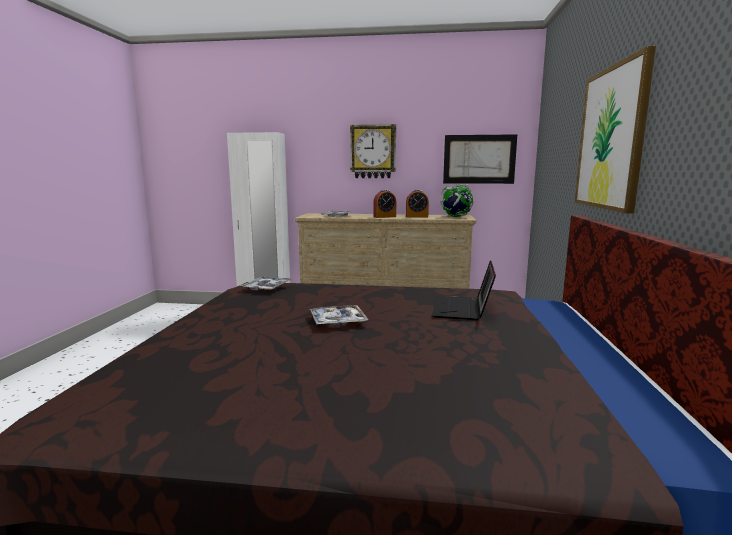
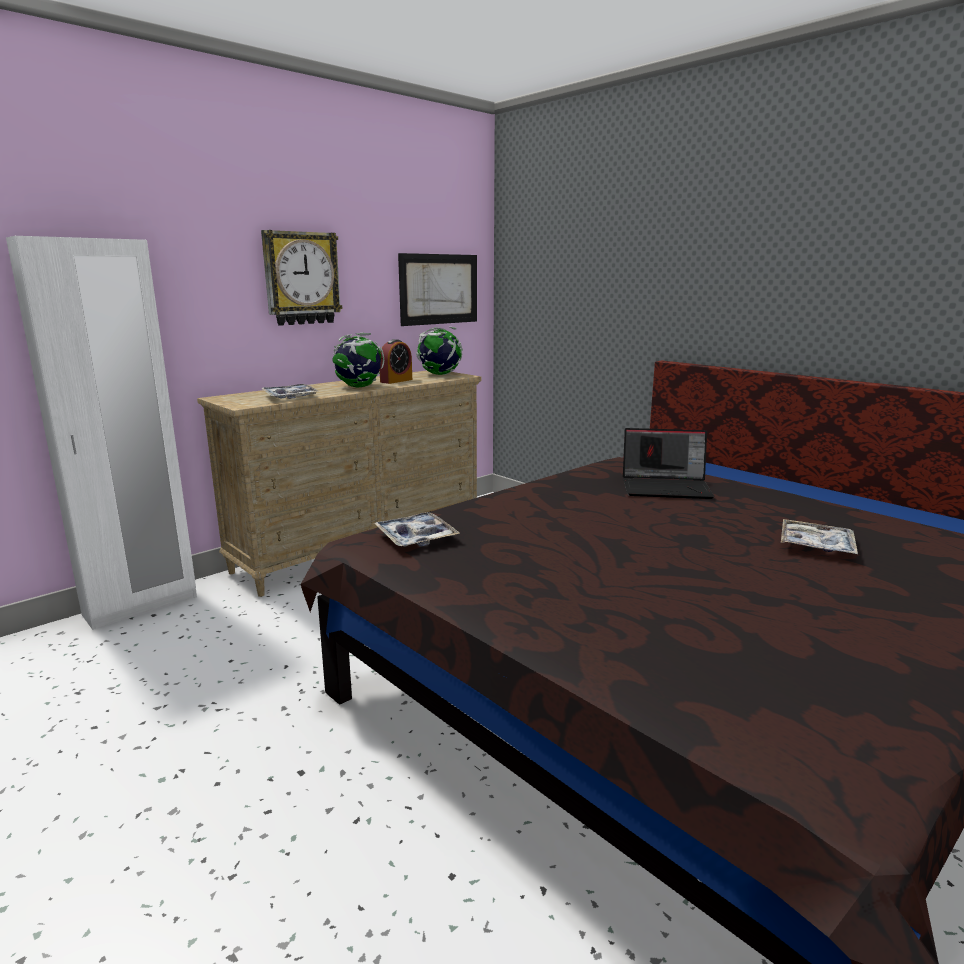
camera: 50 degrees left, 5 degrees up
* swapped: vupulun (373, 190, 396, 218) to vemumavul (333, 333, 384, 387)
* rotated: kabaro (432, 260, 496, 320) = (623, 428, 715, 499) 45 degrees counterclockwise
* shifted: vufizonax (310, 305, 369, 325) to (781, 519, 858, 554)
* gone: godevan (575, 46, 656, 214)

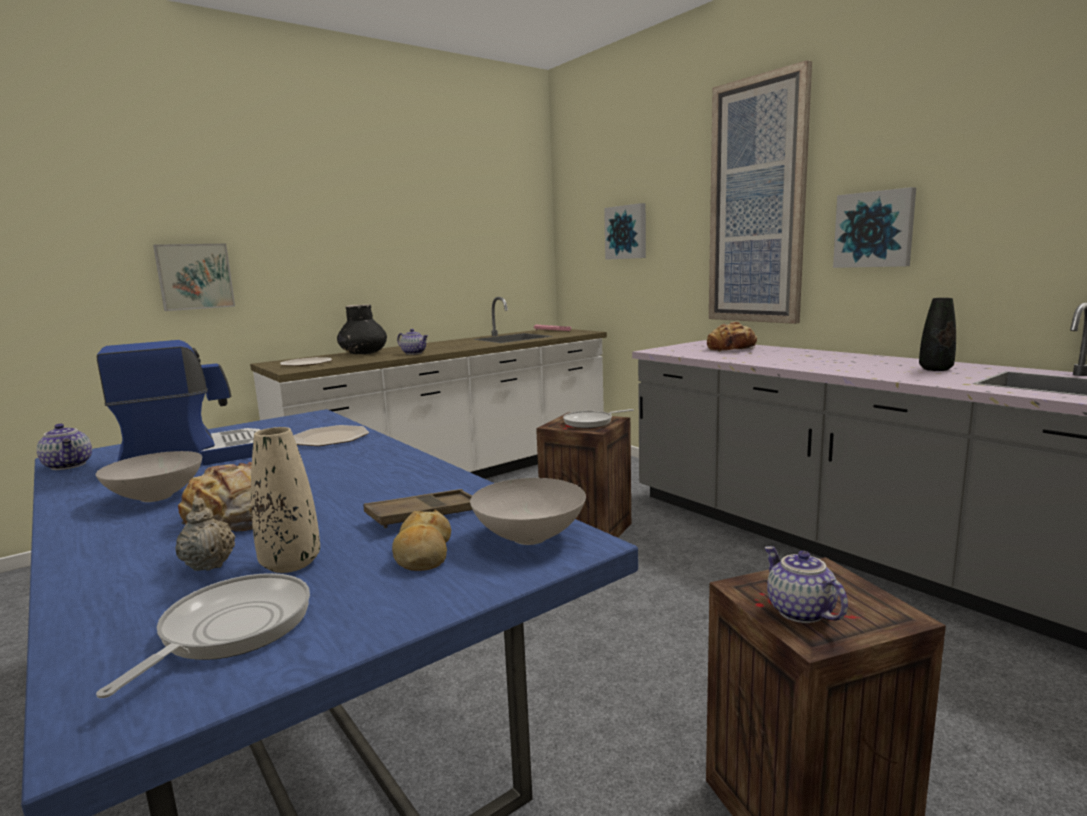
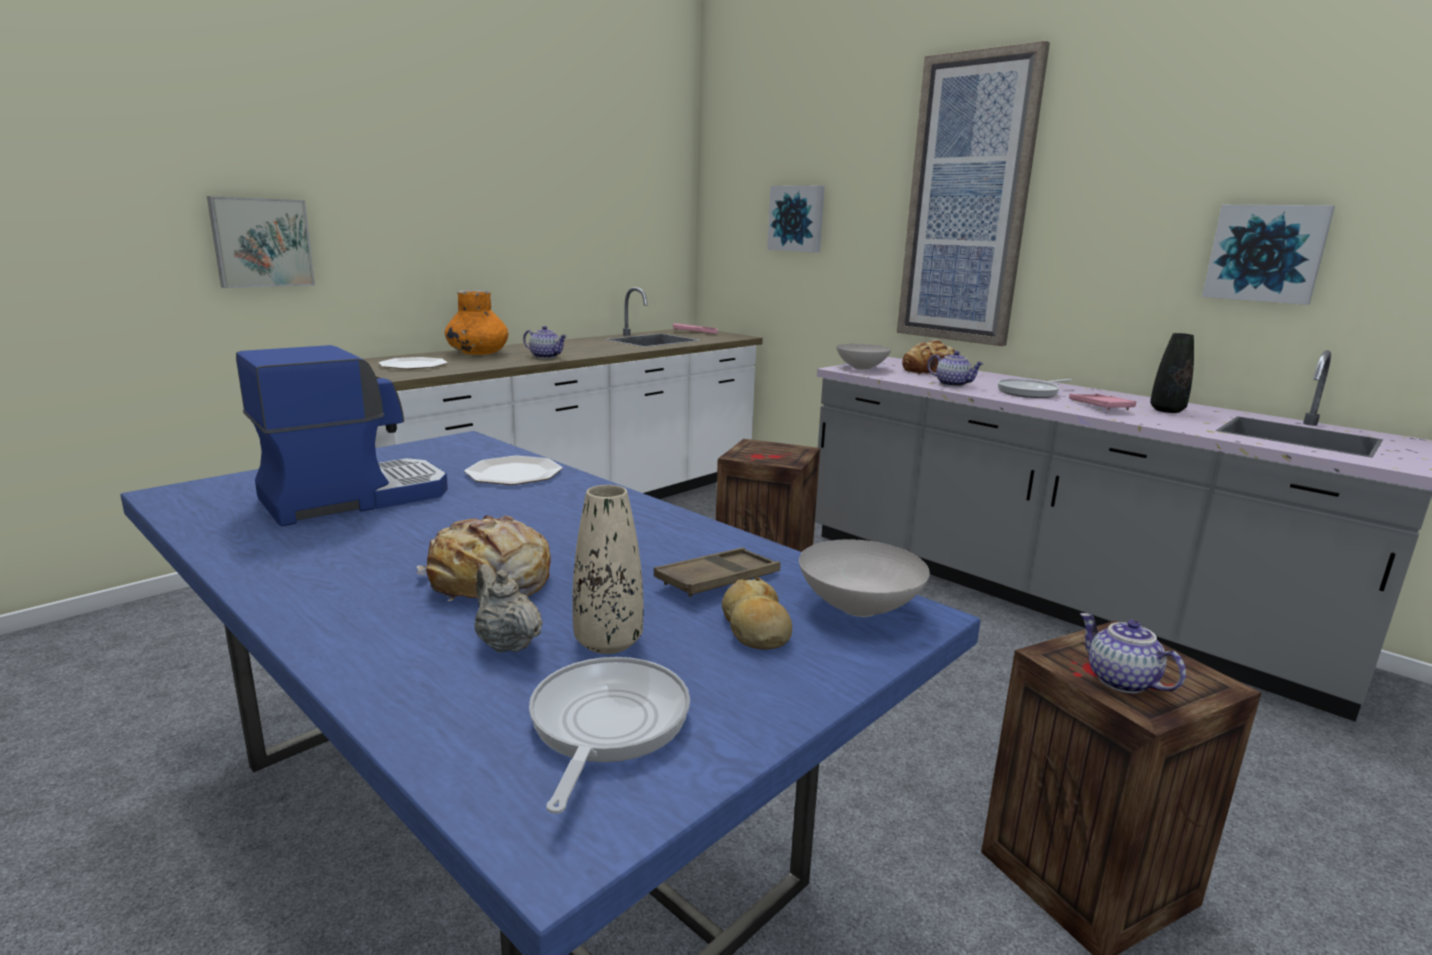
camera: 10 degrees left, 5 degrees up
* repainted: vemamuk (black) (337, 304, 387, 354) to vemamuk (orange) (444, 290, 508, 355)
* shifted: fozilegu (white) (96, 451, 202, 502) to (836, 344, 891, 370)
* shifted: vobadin (37, 424, 92, 470) to (927, 351, 984, 387)
* shifted: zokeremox (563, 409, 634, 428) to (997, 379, 1072, 398)
* new: vufizonax (pink) (1069, 393, 1136, 410)
* shifted: godevan (833, 187, 916, 268) to (1202, 205, 1335, 305)

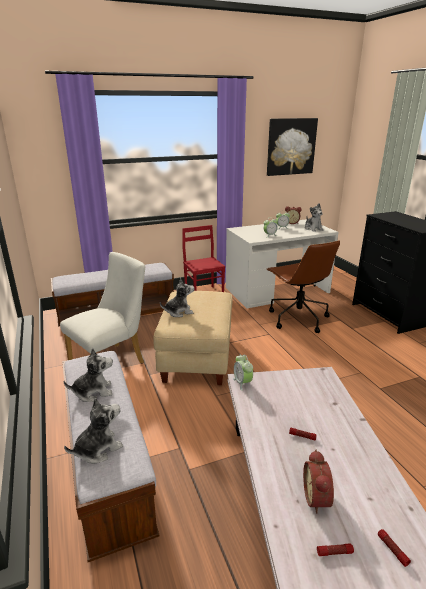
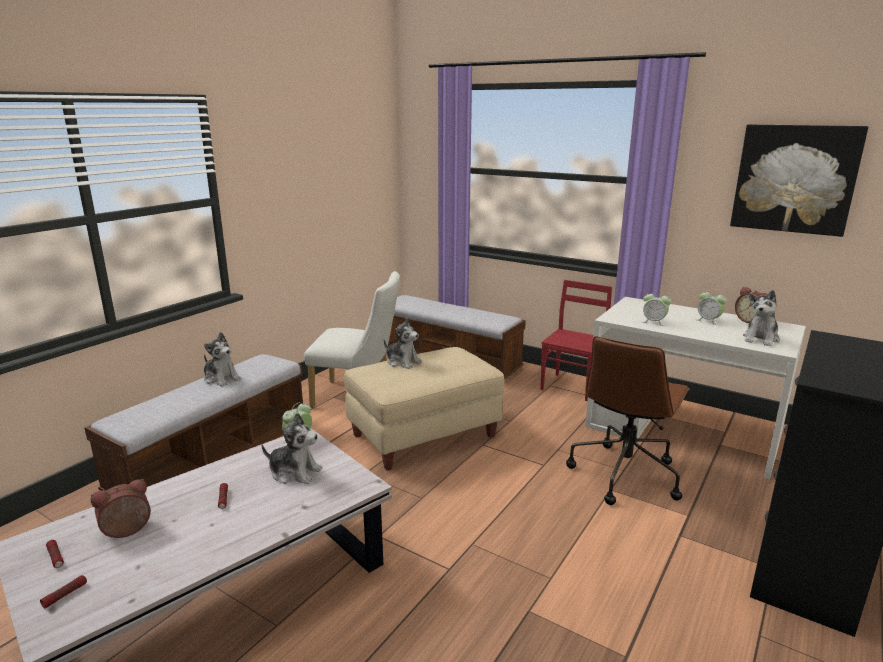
camera: 55 degrees right, 5 degrees down
* shifted: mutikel (64, 397, 123, 464) to (262, 412, 322, 484)

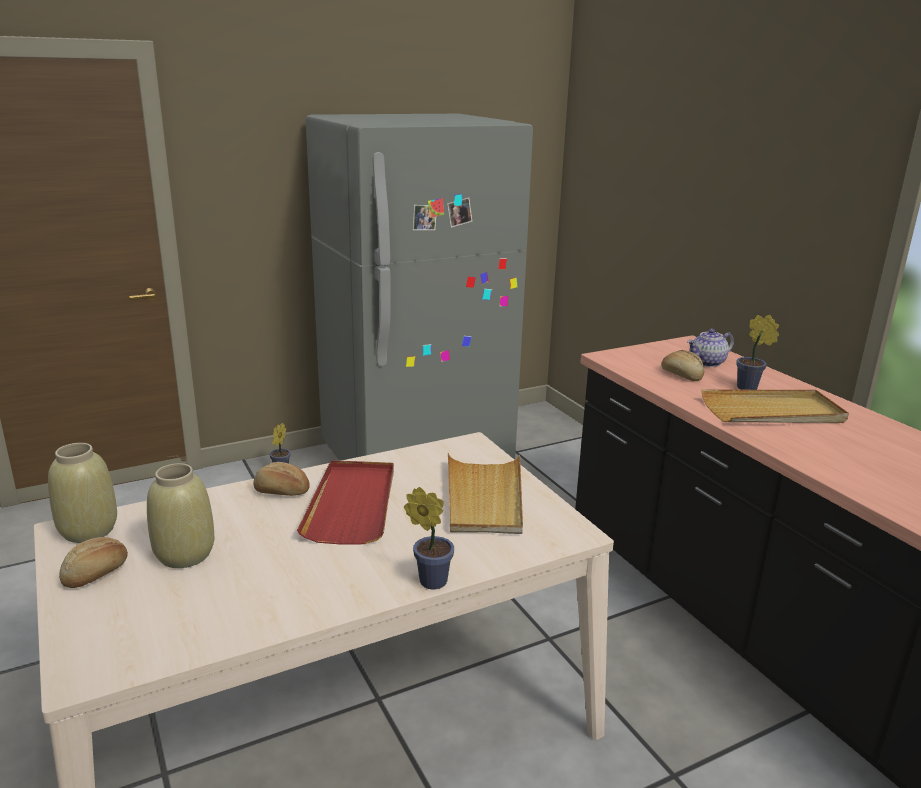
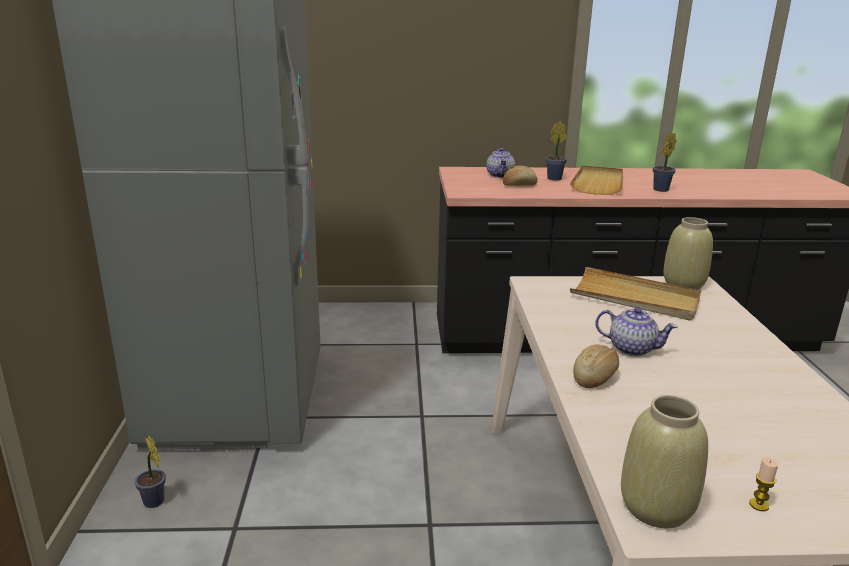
camera: 65 degrees left, 0 degrees up
* swapped: vufizonax (red) (297, 461, 394, 545) to vobadin (595, 307, 678, 356)
* shifted: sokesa (404, 487, 454, 589) to (653, 132, 677, 192)
* shifted: vemamuk (beige) (147, 463, 214, 568) to (663, 217, 713, 290)
* swapped: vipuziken (59, 537, 128, 588) to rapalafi (749, 457, 778, 511)

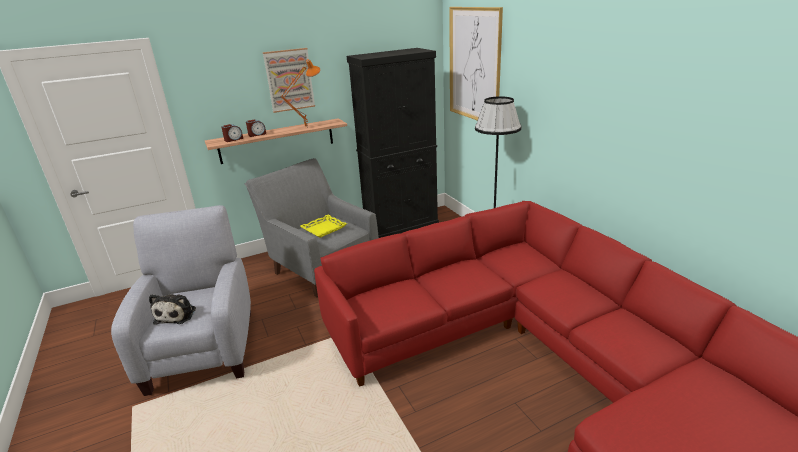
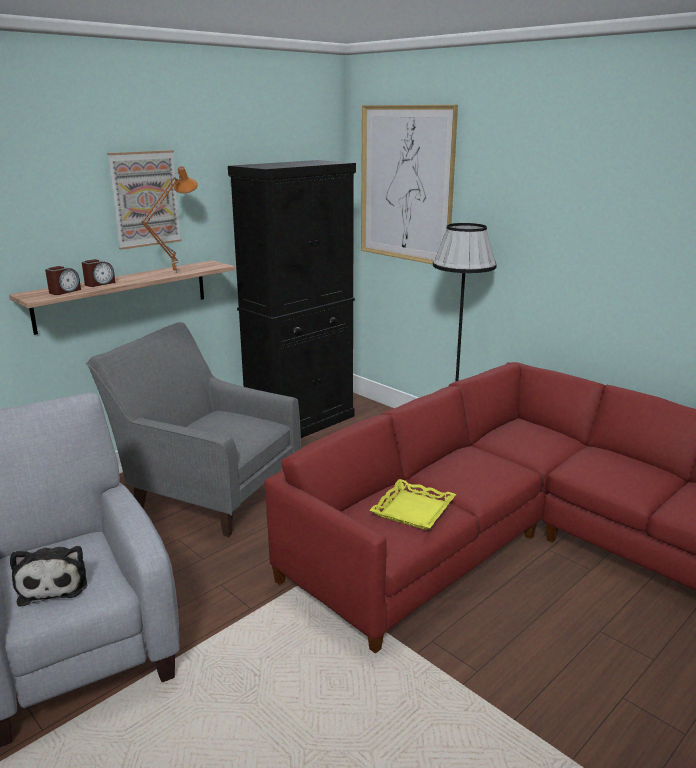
camera: 20 degrees left, 5 degrees down
* shifted: vufizonax (yellow) (300, 215, 347, 238) to (369, 479, 456, 530)

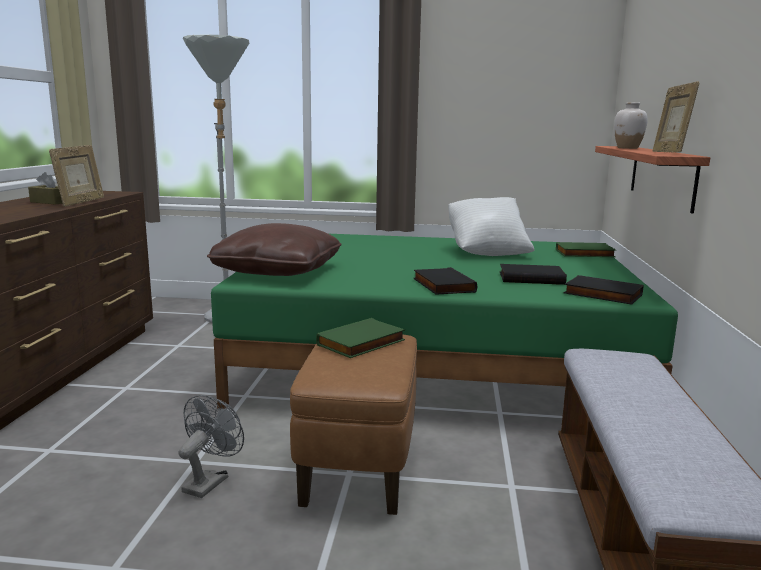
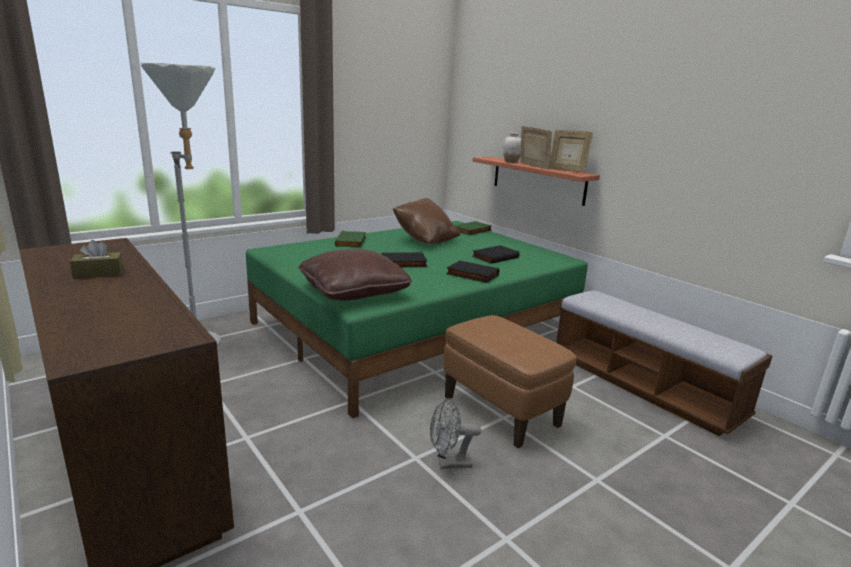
camera: 45 degrees left, 5 degrees up
* shifted: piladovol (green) (316, 318, 405, 358) to (335, 231, 366, 248)
* shifted: piladovol (black) (564, 275, 644, 305) to (381, 252, 427, 267)
* repainted: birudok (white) (448, 197, 534, 256) to birudok (brown) (393, 198, 460, 245)
* rotated: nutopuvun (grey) (178, 395, 244, 498) = (430, 398, 481, 469) 75 degrees counterclockwise
* shifted: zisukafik (49, 145, 104, 207) to (521, 126, 552, 170)

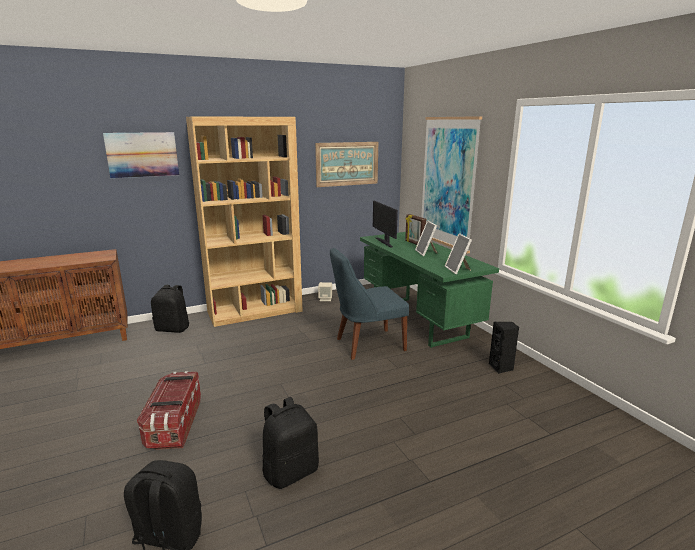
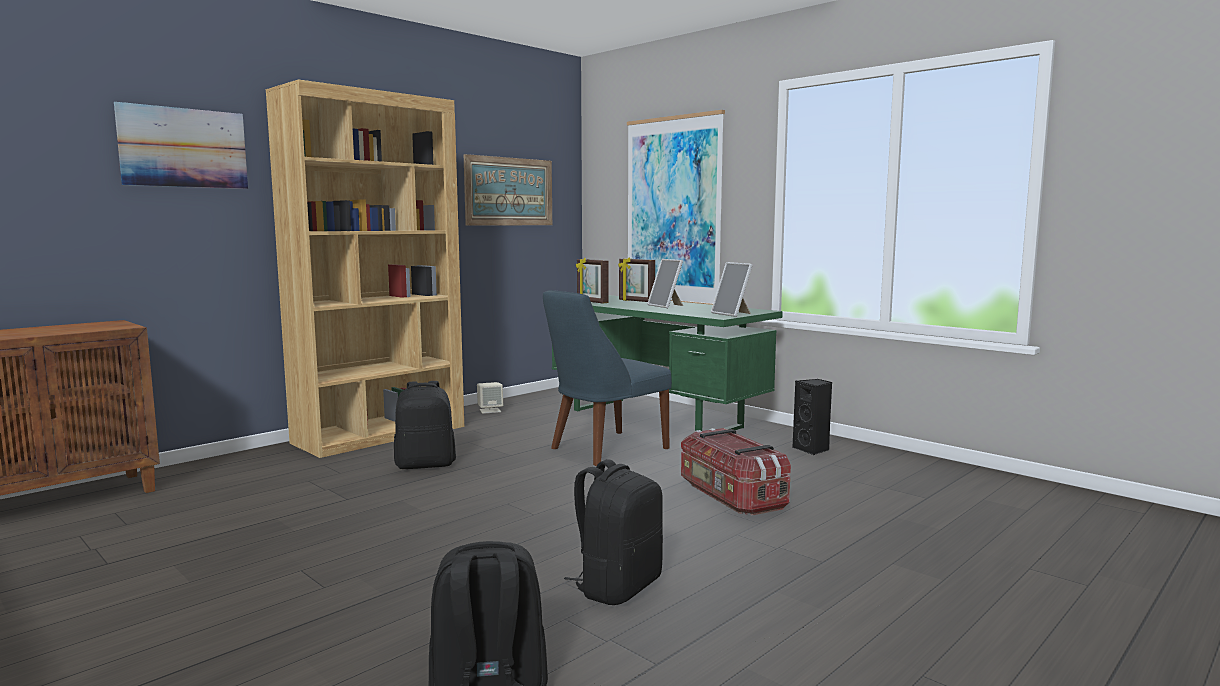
camera: 20 degrees left, 10 degrees down
* shifted: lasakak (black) (151, 285, 190, 333) to (394, 381, 456, 469)
* swapped: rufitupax (373, 201, 398, 247) to zisukafik (576, 258, 609, 303)
* shifted: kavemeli (137, 371, 201, 450) to (681, 428, 791, 515)

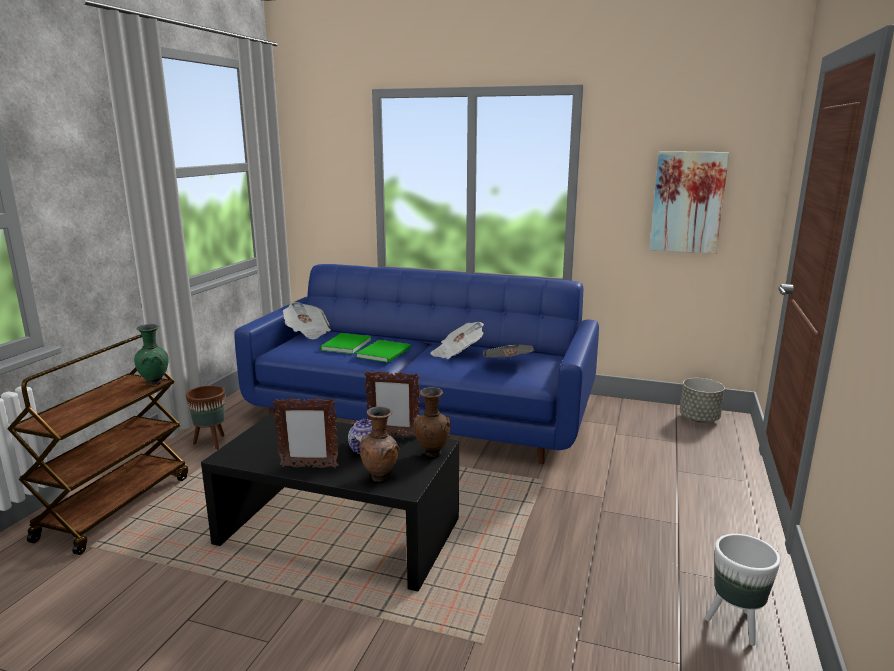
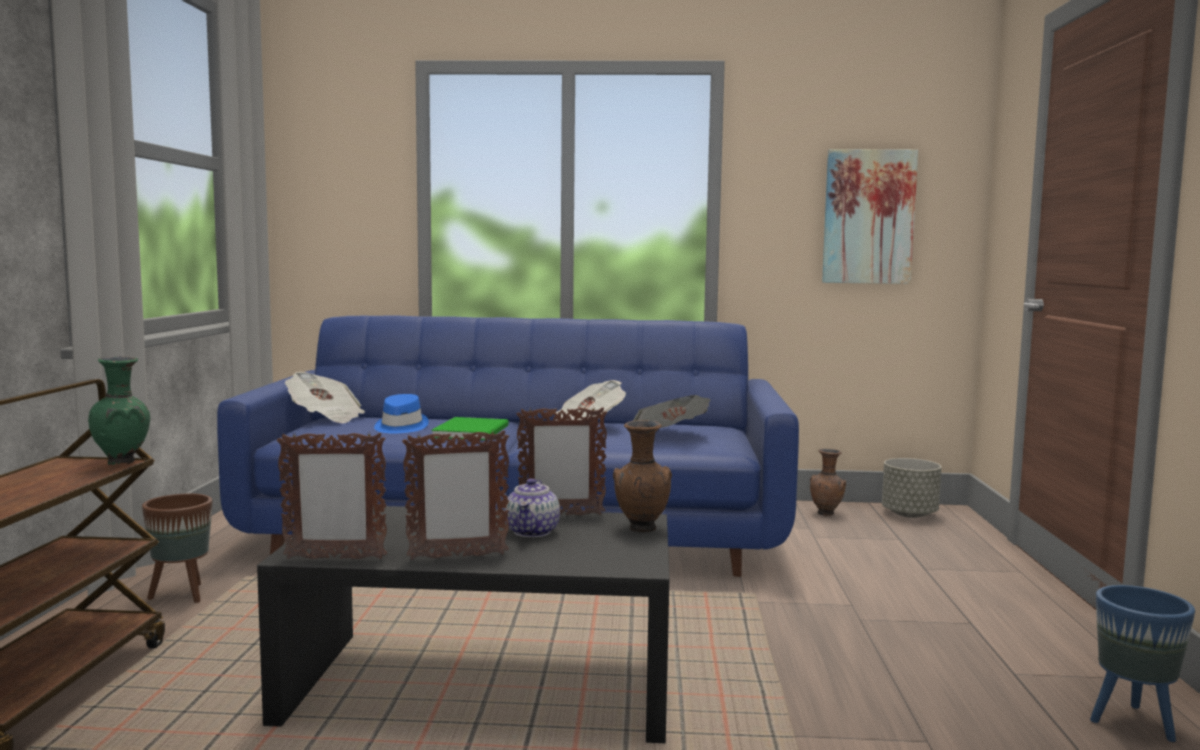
camera: 15 degrees left, 10 degrees down
* new: zisukafik (277, 432, 387, 559)
* swapped: piladovol (green) (320, 333, 371, 354) to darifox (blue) (374, 394, 429, 433)
* shifted: vemamuk (brown) (360, 406, 399, 482) to (810, 449, 846, 516)
* repainted: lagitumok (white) (705, 534, 781, 646) to lagitumok (blue) (1090, 585, 1195, 742)

